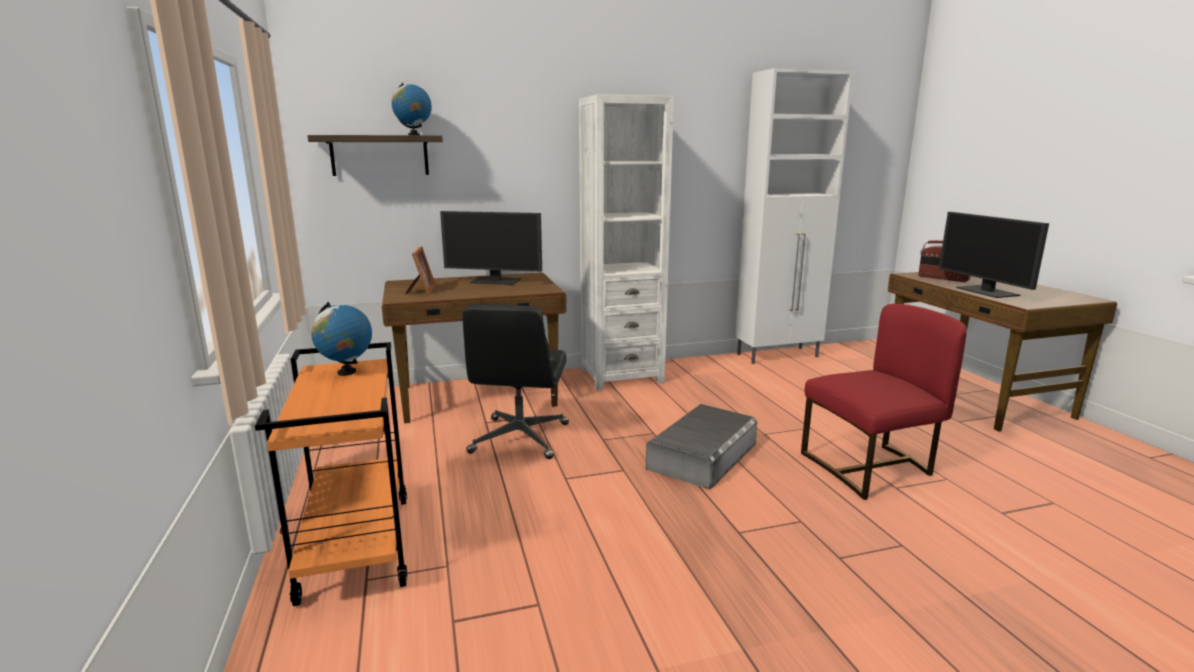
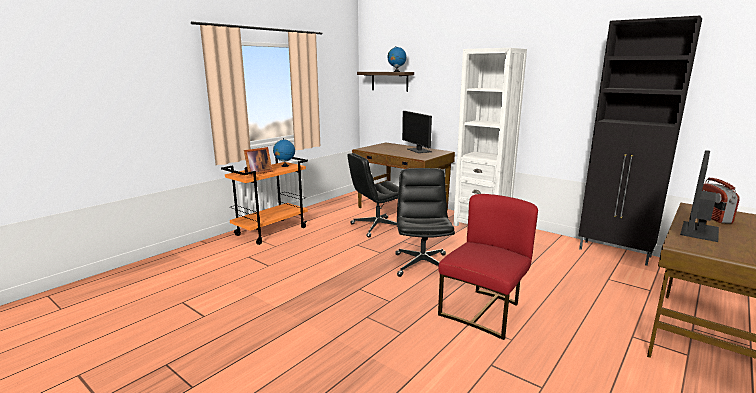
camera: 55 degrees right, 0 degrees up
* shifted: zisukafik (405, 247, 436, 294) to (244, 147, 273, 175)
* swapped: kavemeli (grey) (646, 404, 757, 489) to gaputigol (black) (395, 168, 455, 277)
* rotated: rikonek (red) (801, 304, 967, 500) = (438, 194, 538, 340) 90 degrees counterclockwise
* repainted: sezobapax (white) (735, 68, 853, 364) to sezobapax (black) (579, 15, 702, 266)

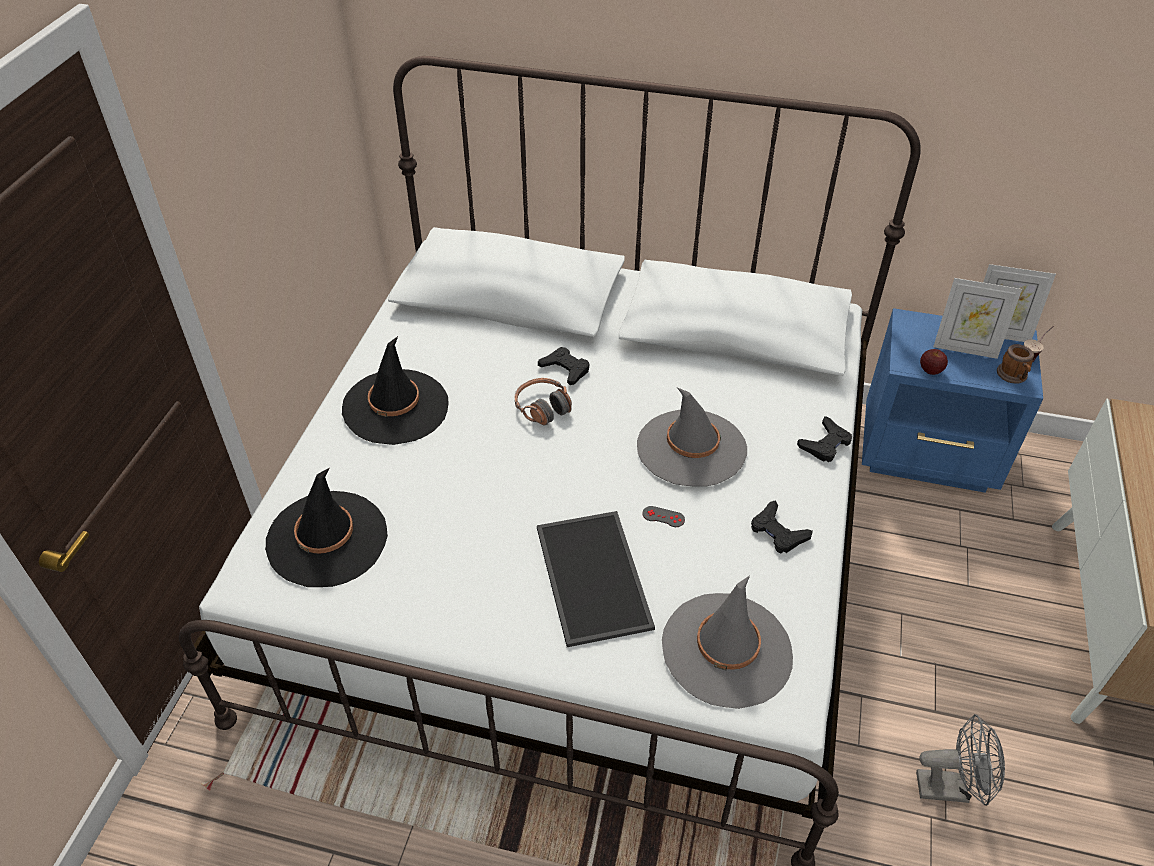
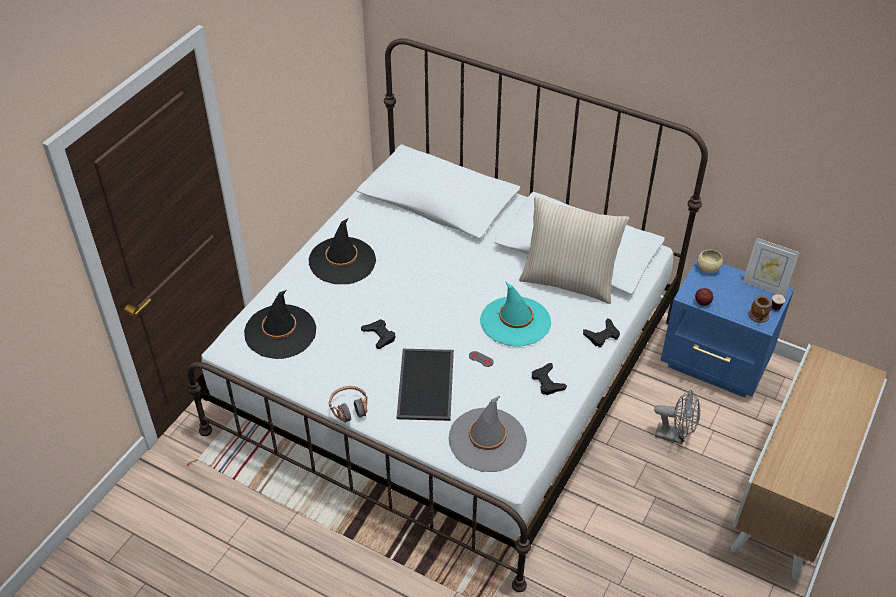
camera: 15 degrees right, 0 degrees up
* shifted: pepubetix (515, 378, 572, 425) to (328, 386, 367, 423)
* shifted: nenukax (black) (538, 347, 590, 385) to (361, 319, 395, 349)
* repainted: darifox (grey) (637, 388, 747, 487) to darifox (turquoise) (480, 282, 551, 346)
* new: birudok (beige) (519, 196, 629, 304)
* shifted: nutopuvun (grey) (916, 714, 1005, 806) to (654, 390, 700, 444)
* new: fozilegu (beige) (697, 250, 723, 273)
* gone: zisukafik (933, 278, 1022, 359)

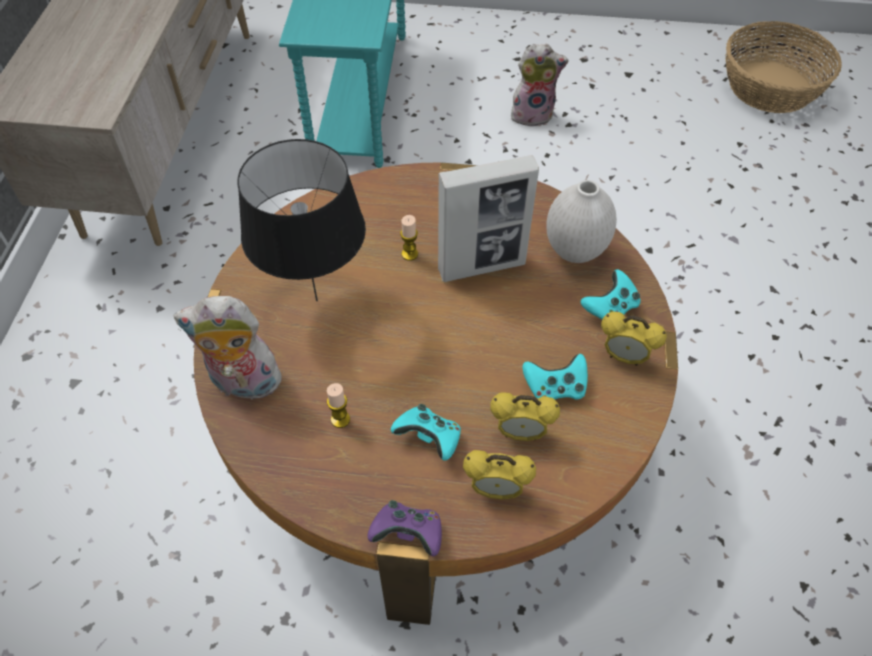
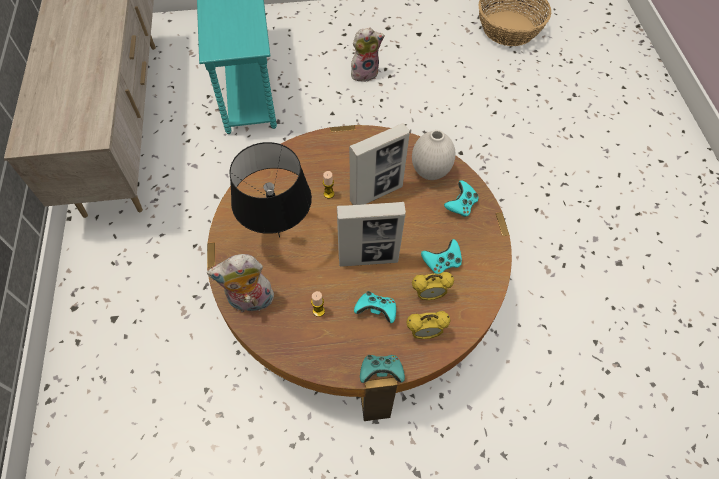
camera: 15 degrees left, 5 degrees up
* new: zisukafik (337, 202, 406, 267)
* repainted: nenukax (purple) (367, 500, 442, 556) to nenukax (turquoise) (360, 355, 405, 383)
* gone: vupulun (601, 311, 667, 366)

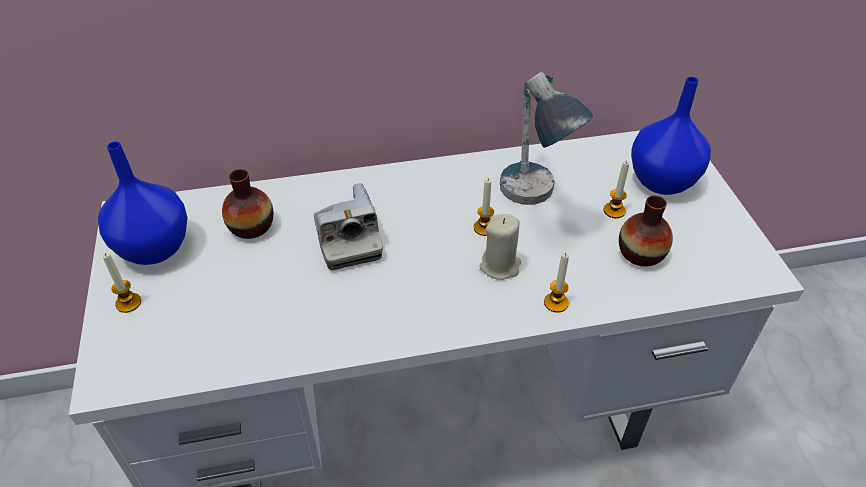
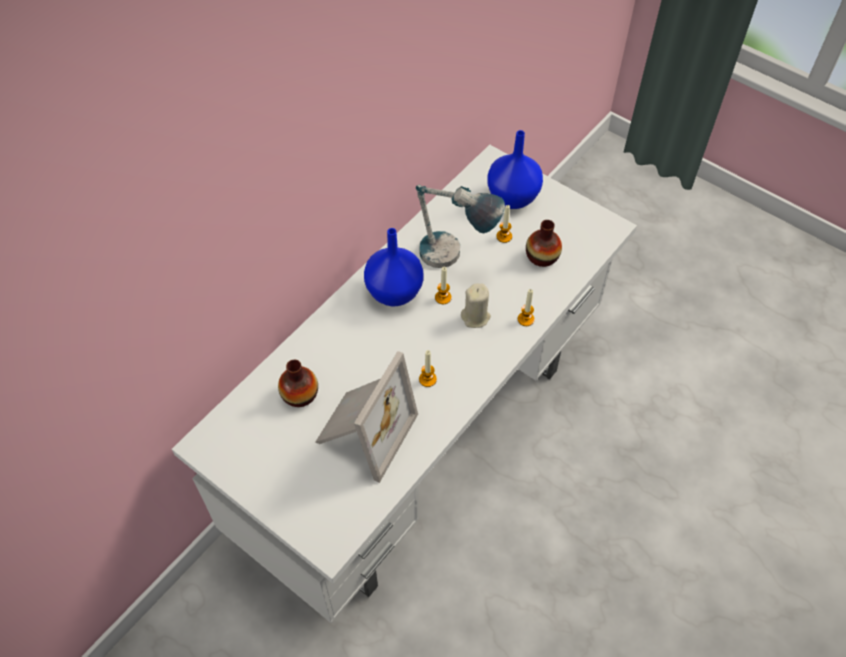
camera: 40 degrees left, 10 degrees up
* new: zisukafik (316, 351, 418, 483)
* shifted: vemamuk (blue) (98, 142, 188, 265) to (364, 228, 424, 306)
* shifted: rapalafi (103, 253, 141, 313) to (419, 350, 437, 387)
* gone: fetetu (314, 183, 383, 270)

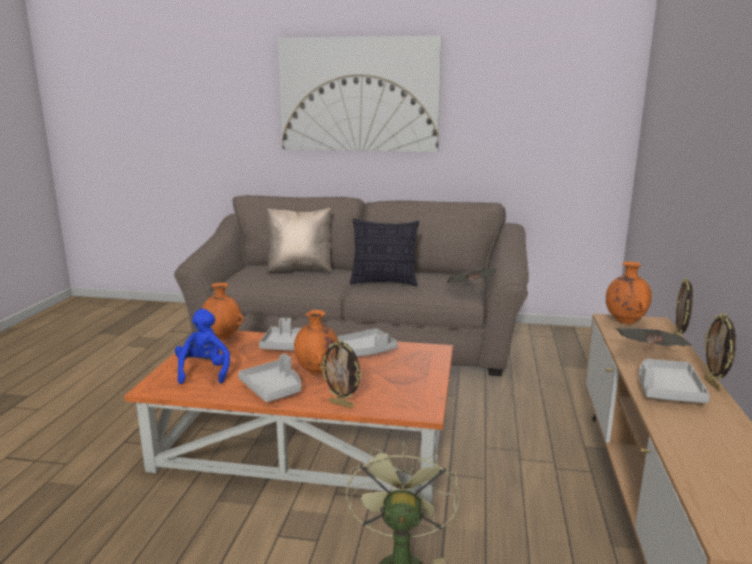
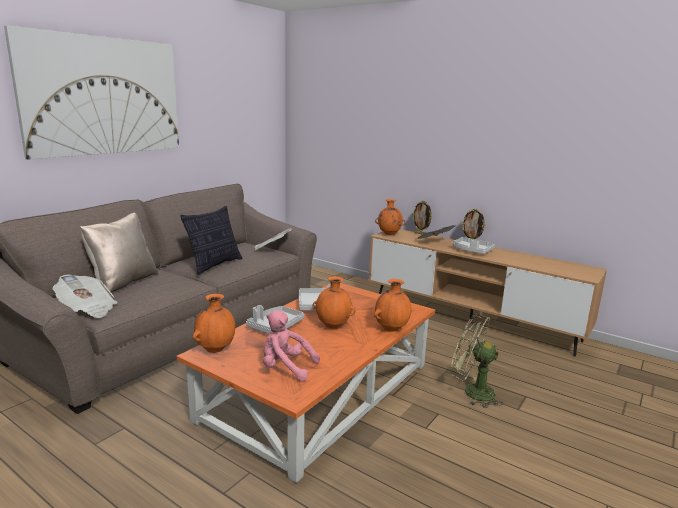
camera: 65 degrees left, 0 degrees up
* new: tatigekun (53, 274, 118, 318)
* repainted: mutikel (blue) (175, 309, 230, 384) to mutikel (pink) (263, 310, 320, 381)
* swapped: zisukafik (320, 340, 362, 408) to vemamuk (orange) (374, 279, 411, 332)
* gone: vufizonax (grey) (238, 354, 301, 402)

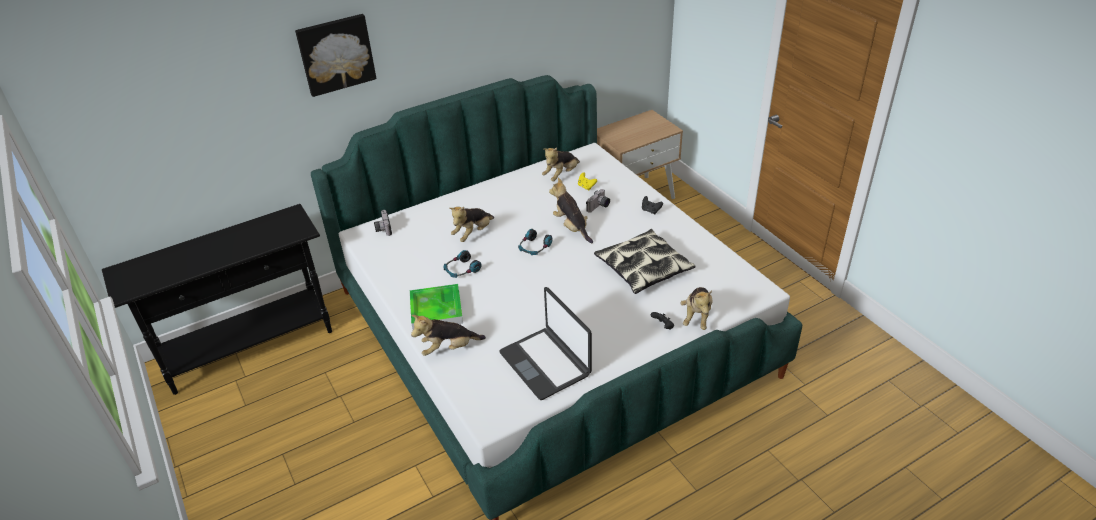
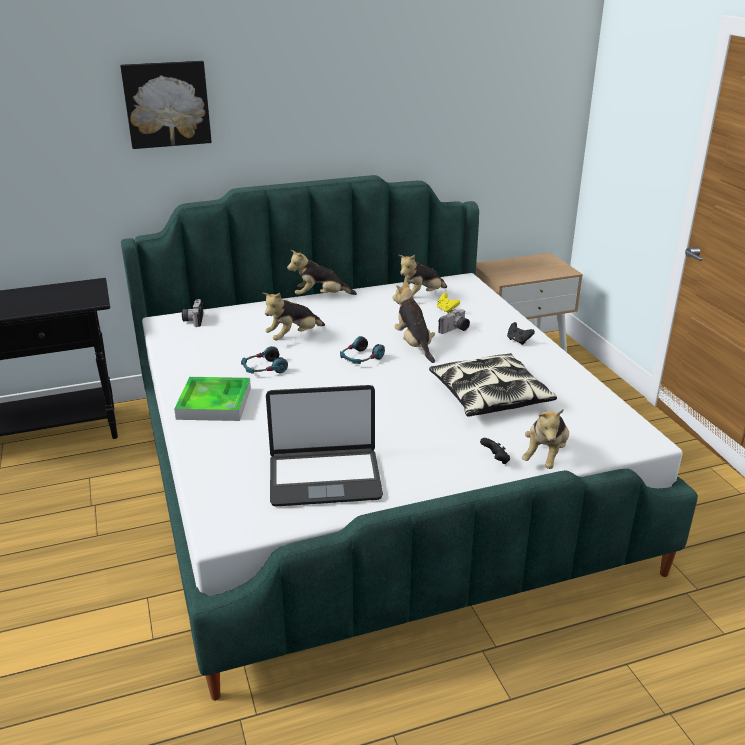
camera: 10 degrees right, 10 degrees down
* rotated: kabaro (499, 287, 592, 400) = (266, 385, 383, 507) 75 degrees counterclockwise
* shifted: mutikel (411, 315, 486, 356) to (287, 250, 357, 295)

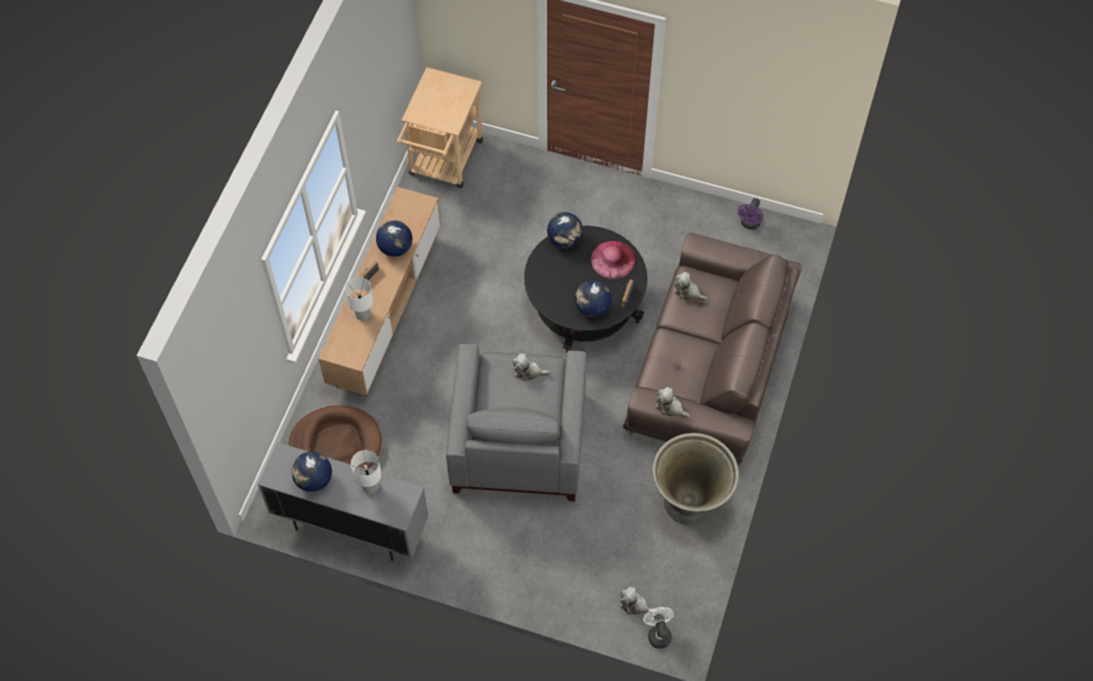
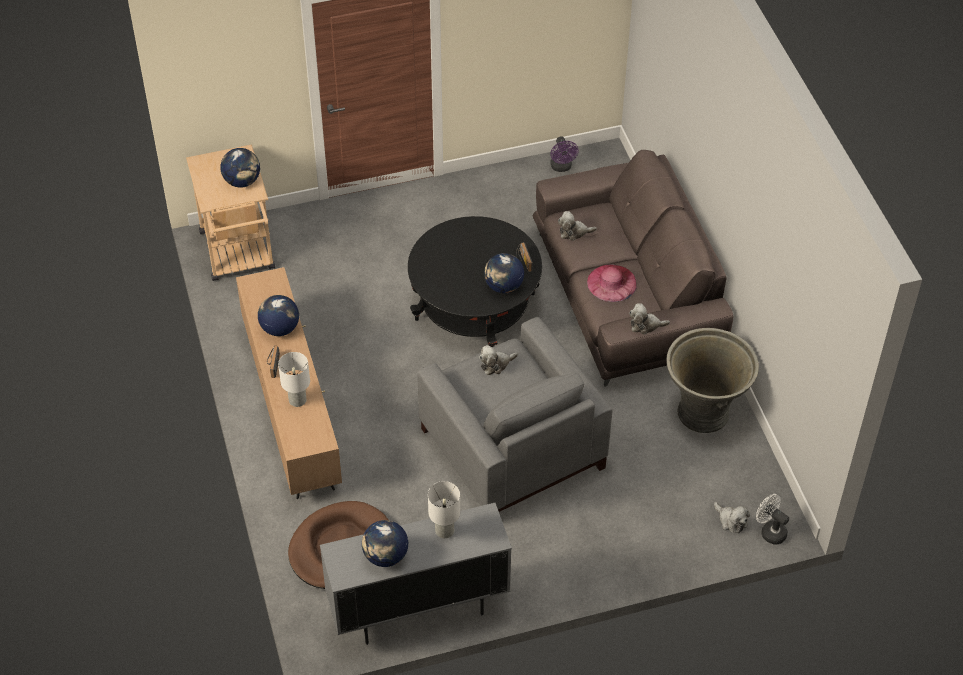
camera: 35 degrees left, 10 degrees down
* shifted: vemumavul (547, 212, 583, 248) to (220, 148, 260, 188)
* shifted: darifox (pink) (591, 241, 636, 279) to (587, 264, 637, 302)
* rotated: mutikel (620, 587, 656, 615) = (714, 502, 750, 533) 120 degrees counterclockwise

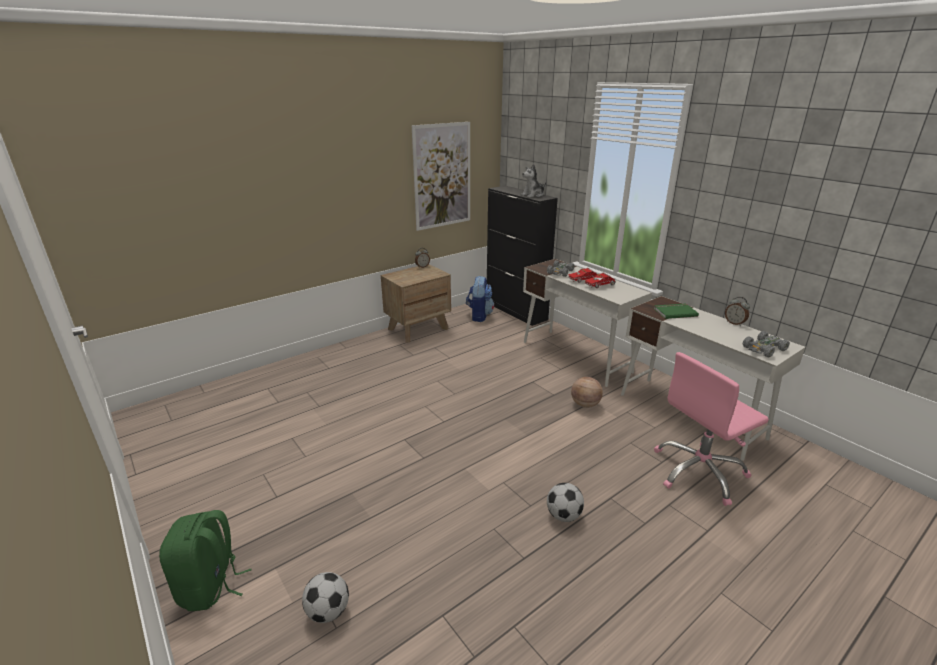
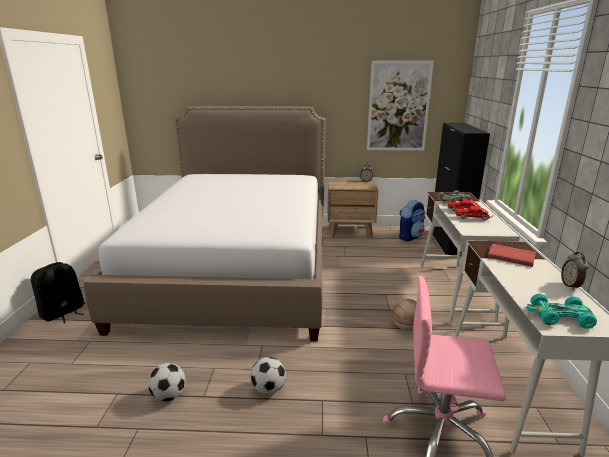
camera: 40 degrees right, 5 degrees down
* repainted: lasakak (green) (159, 510, 251, 611) to lasakak (black) (31, 262, 85, 323)
* new: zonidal (83, 106, 326, 341)
* shifted: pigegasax (302, 572, 349, 623) to (148, 363, 186, 401)
* repainted: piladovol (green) (654, 304, 699, 319) to piladovol (red) (487, 244, 536, 267)
* repainted: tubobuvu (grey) (743, 331, 790, 357) to tubobuvu (turquoise) (526, 294, 597, 329)
* gone: mutikel (521, 164, 546, 198)

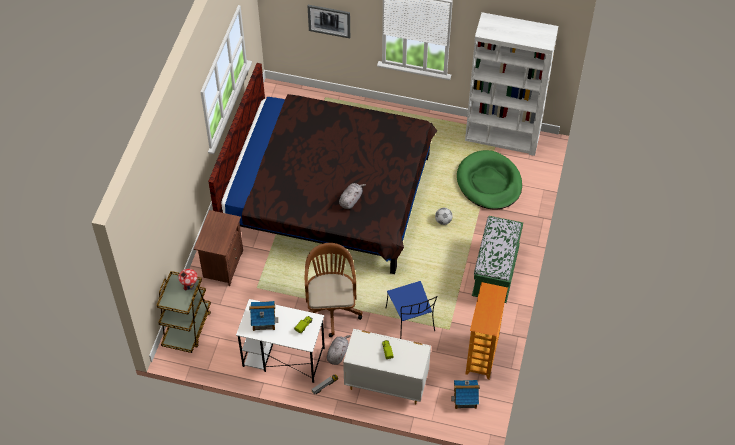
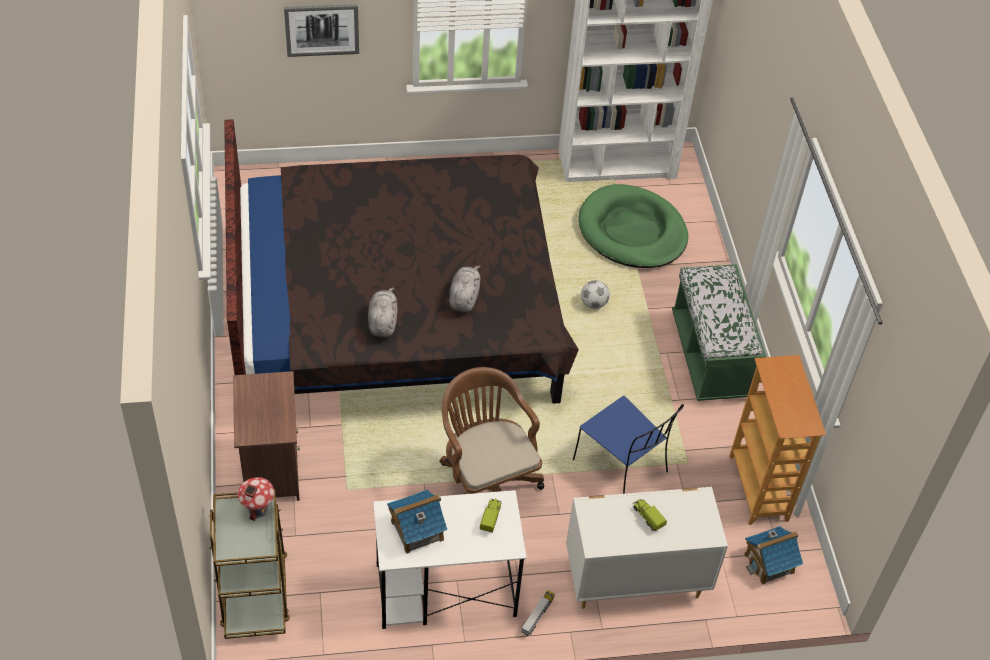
camera: 25 degrees left, 5 degrees down
* shifted: mutikel (grey) (327, 335, 351, 365) to (368, 287, 398, 337)

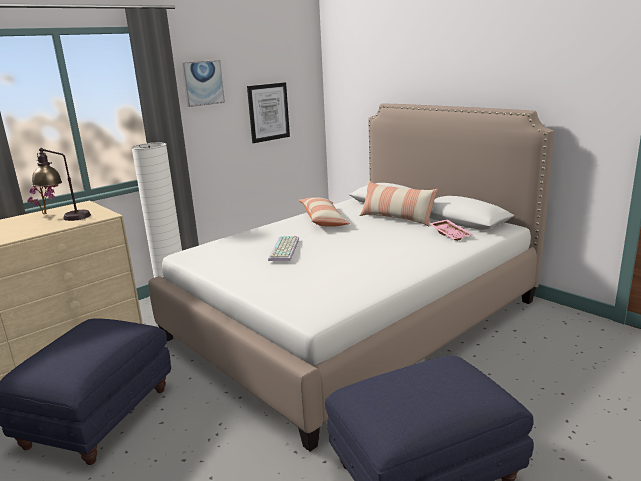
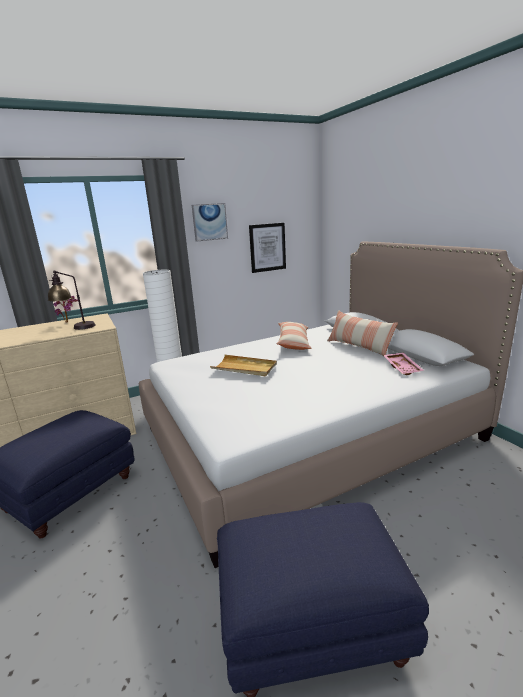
camera: 15 degrees right, 0 degrees up
* swapped: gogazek (268, 236, 299, 261) to vufizonax (beige) (210, 355, 277, 376)

